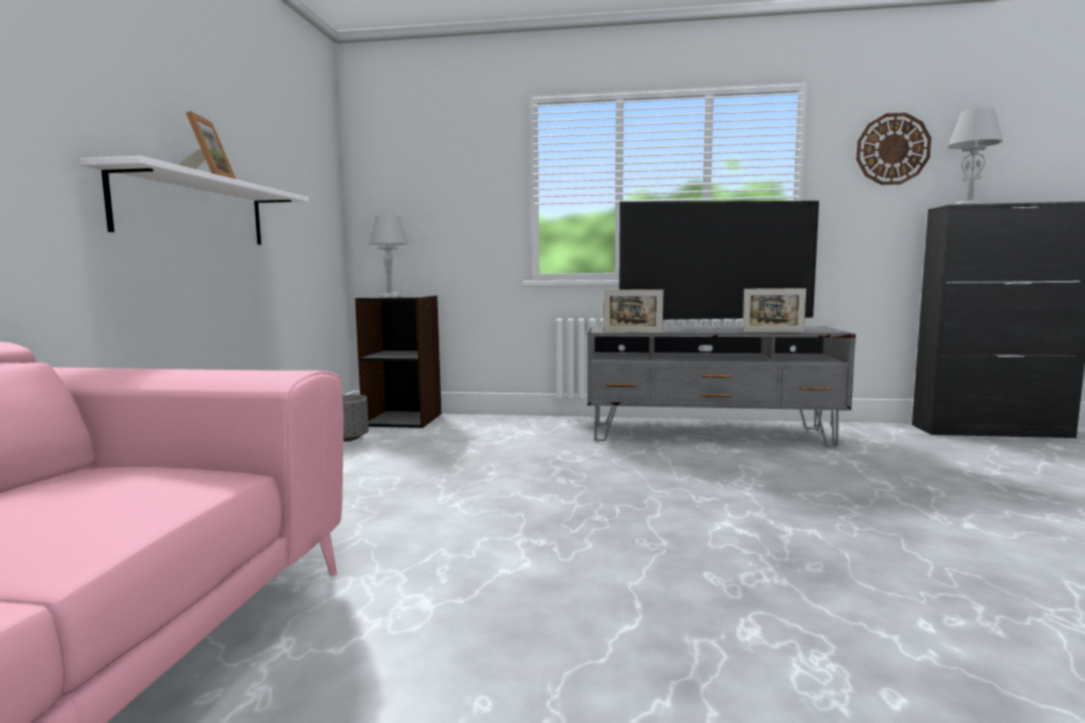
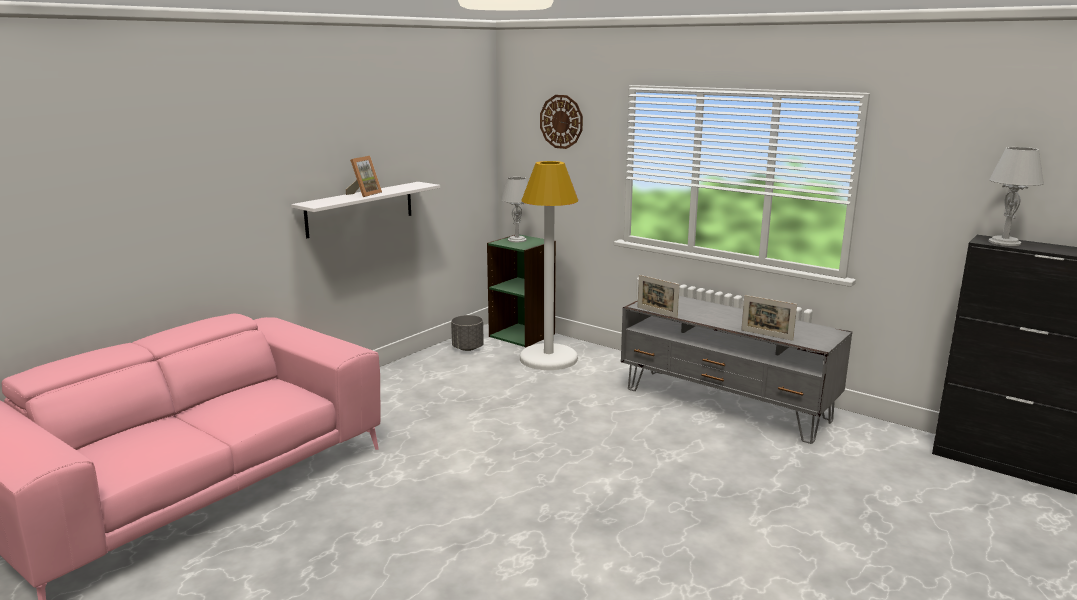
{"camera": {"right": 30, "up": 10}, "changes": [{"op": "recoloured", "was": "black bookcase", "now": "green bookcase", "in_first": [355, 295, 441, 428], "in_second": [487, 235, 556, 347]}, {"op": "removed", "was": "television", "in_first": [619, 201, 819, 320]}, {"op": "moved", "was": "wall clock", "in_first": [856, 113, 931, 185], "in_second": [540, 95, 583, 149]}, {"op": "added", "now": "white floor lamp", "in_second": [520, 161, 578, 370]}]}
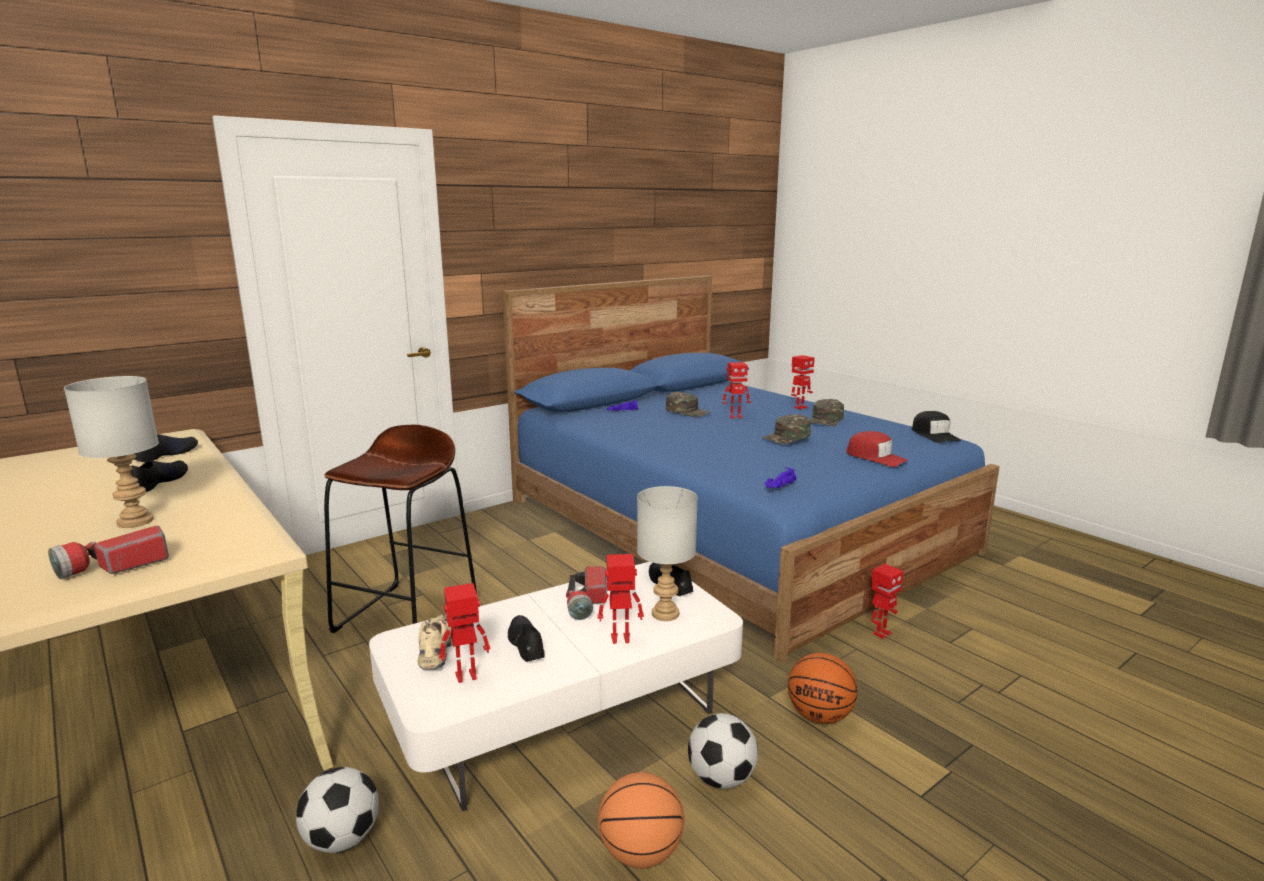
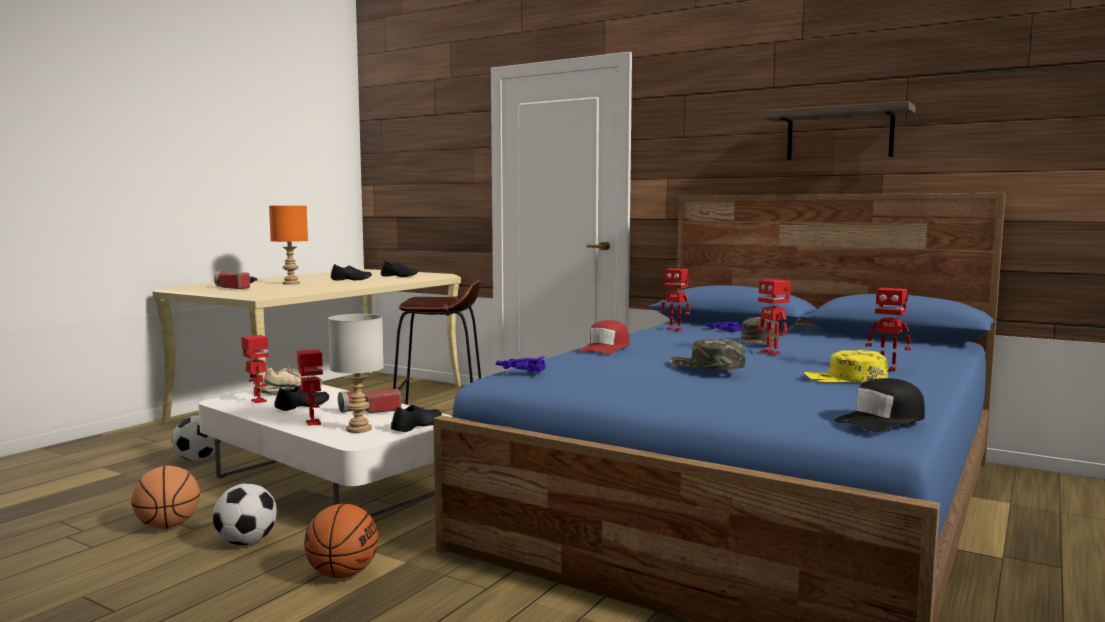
{"camera": {"right": 70, "up": -10}, "changes": [{"op": "recoloured", "was": "grey table lamp", "now": "orange table lamp", "in_first": [64, 376, 159, 528], "in_second": [269, 206, 308, 285]}, {"op": "recoloured", "was": "green cap", "now": "yellow cap", "in_first": [810, 399, 844, 426], "in_second": [804, 350, 888, 383]}, {"op": "moved", "was": "red cap", "in_first": [846, 431, 908, 467], "in_second": [580, 320, 630, 354]}, {"op": "moved", "was": "toy robot", "in_first": [871, 564, 904, 639], "in_second": [659, 269, 690, 331]}, {"op": "added", "now": "shelf", "in_second": [761, 101, 916, 160]}]}
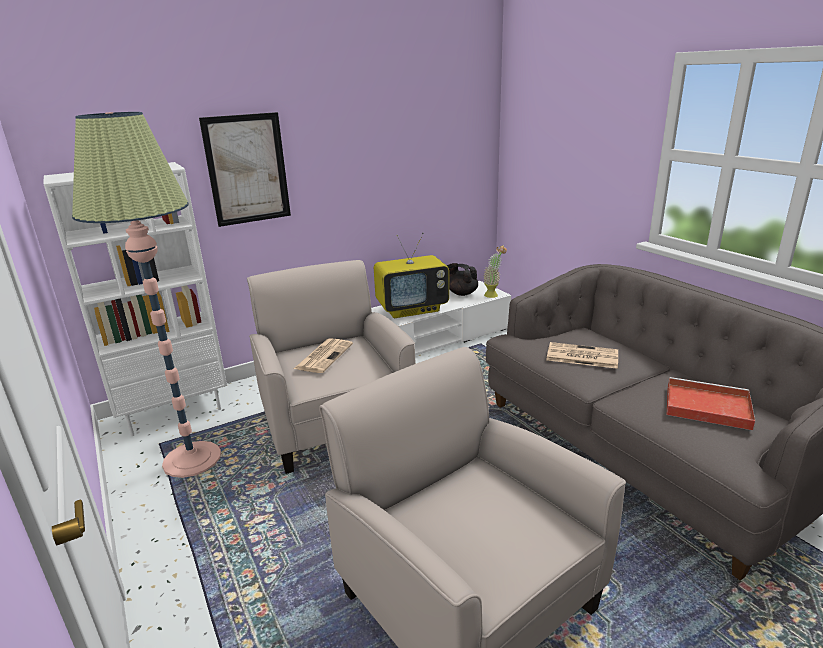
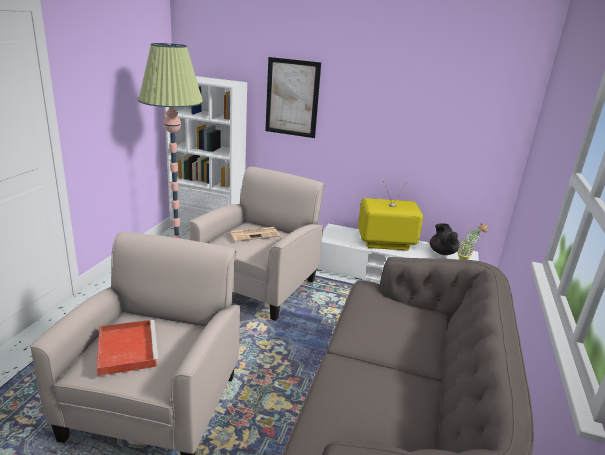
{"camera": {"right": 45, "up": 0}, "changes": [{"op": "turned", "was": "television", "in_first": [374, 233, 449, 318], "in_second": [358, 181, 423, 251], "clockwise": 150}, {"op": "removed", "was": "newspaper", "in_first": [546, 342, 618, 369]}, {"op": "moved", "was": "red tray", "in_first": [667, 377, 755, 430], "in_second": [97, 320, 158, 376]}]}
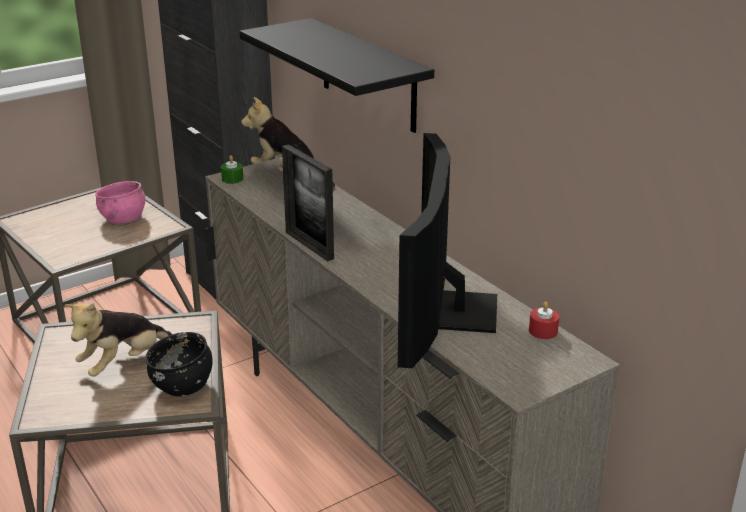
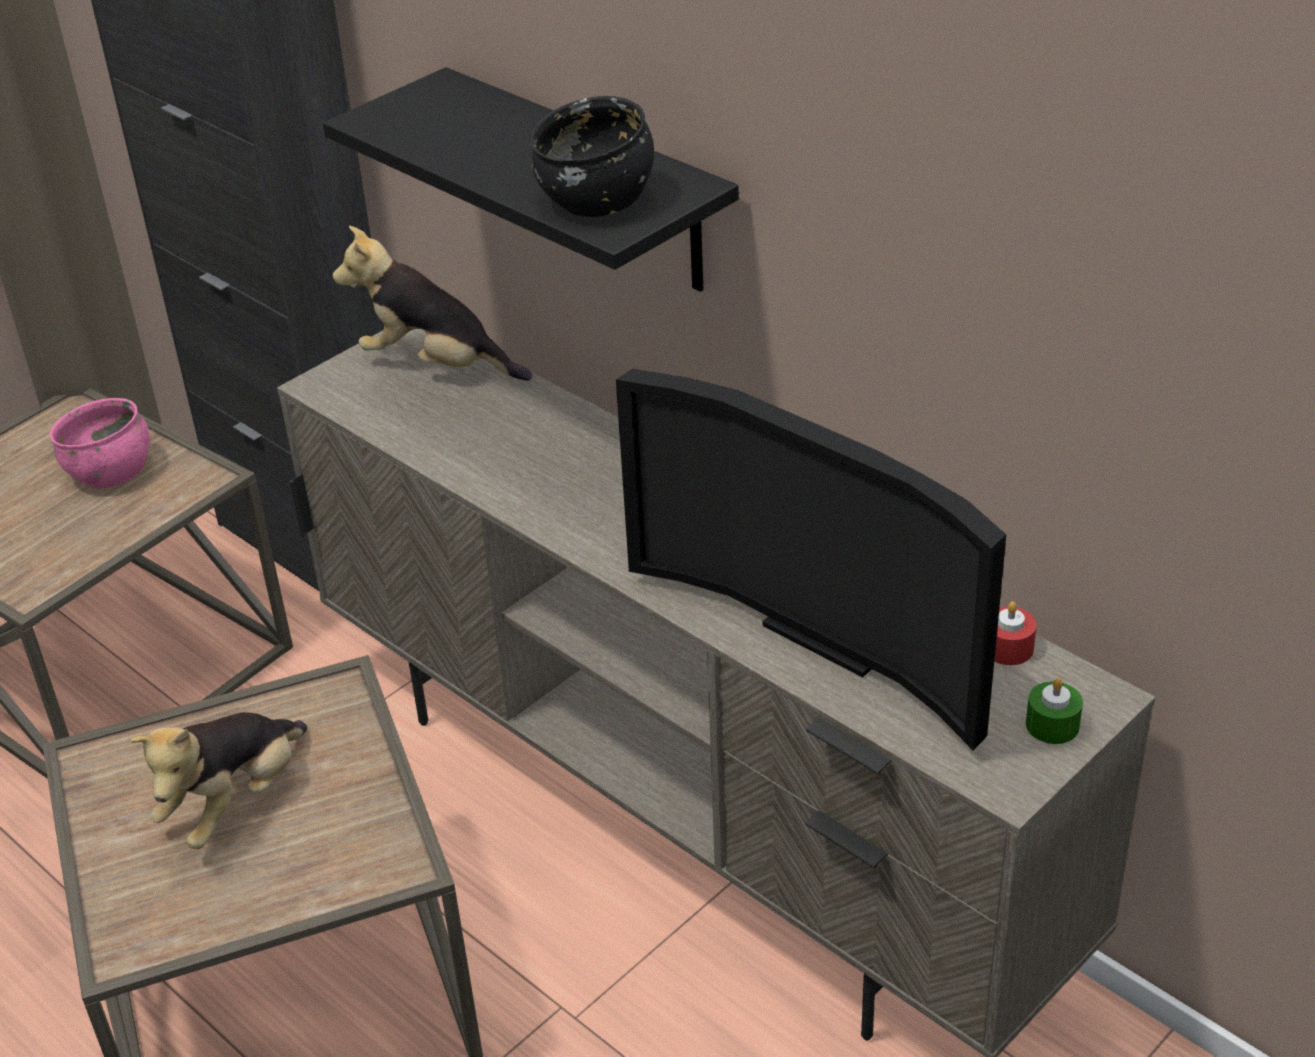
{"camera": {"right": -10, "up": 10}, "changes": [{"op": "moved", "was": "black bowl", "in_first": [145, 332, 213, 396], "in_second": [530, 96, 654, 217]}, {"op": "moved", "was": "green candle", "in_first": [221, 155, 243, 184], "in_second": [1026, 678, 1083, 744]}, {"op": "removed", "was": "picture frame", "in_first": [282, 144, 334, 261]}, {"op": "turned", "was": "television", "in_first": [398, 133, 497, 368], "in_second": [616, 369, 1006, 750], "clockwise": -45}]}
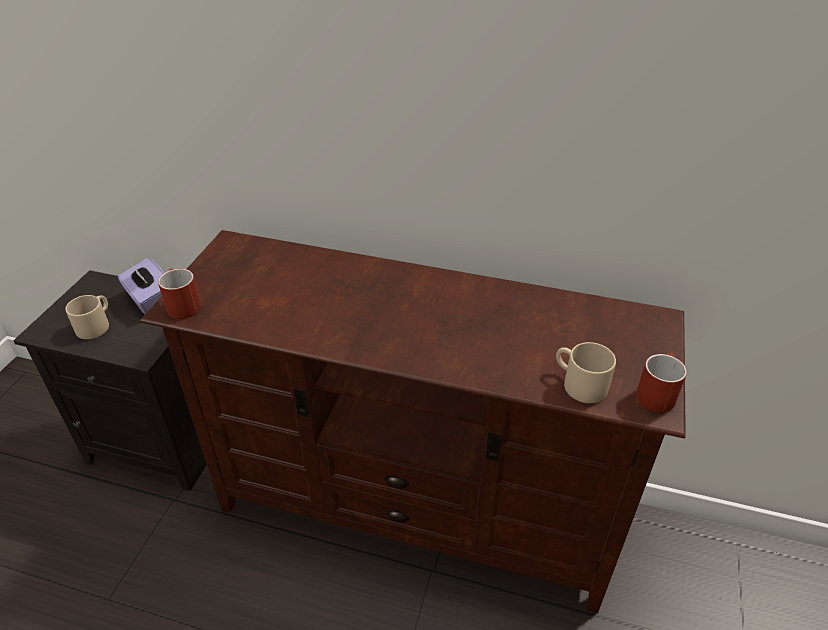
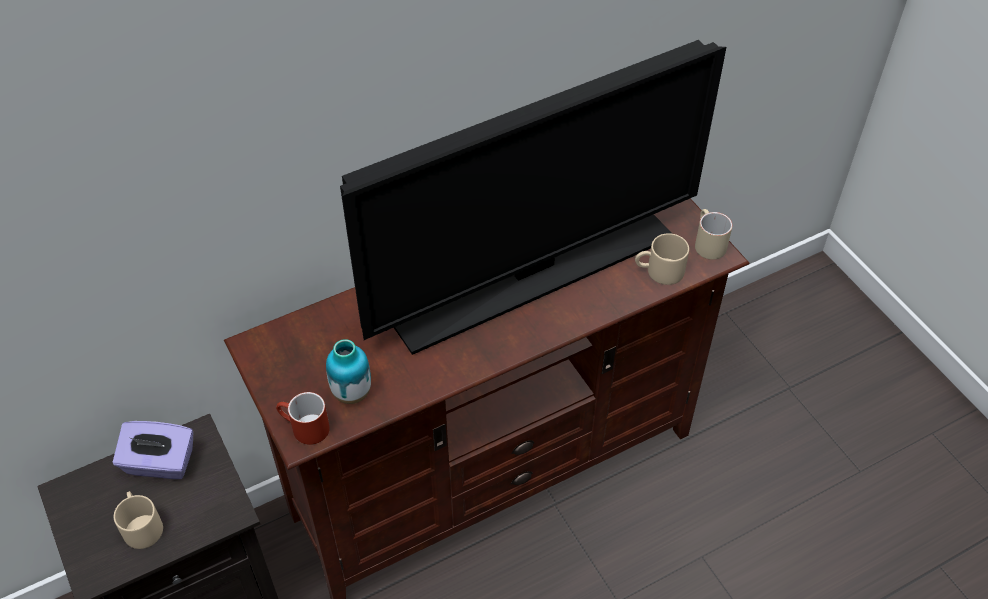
{"camera": {"right": -45, "up": 10}, "changes": [{"op": "recoloured", "was": "red mug", "now": "beige mug", "in_first": [636, 353, 687, 413], "in_second": [695, 209, 733, 260]}, {"op": "added", "now": "vase", "in_second": [326, 339, 371, 404]}, {"op": "added", "now": "television", "in_second": [340, 40, 726, 355]}]}
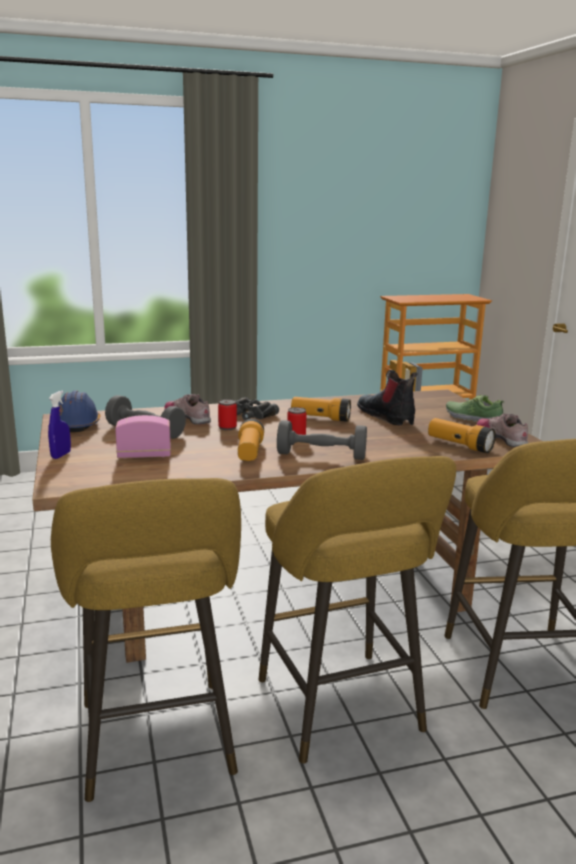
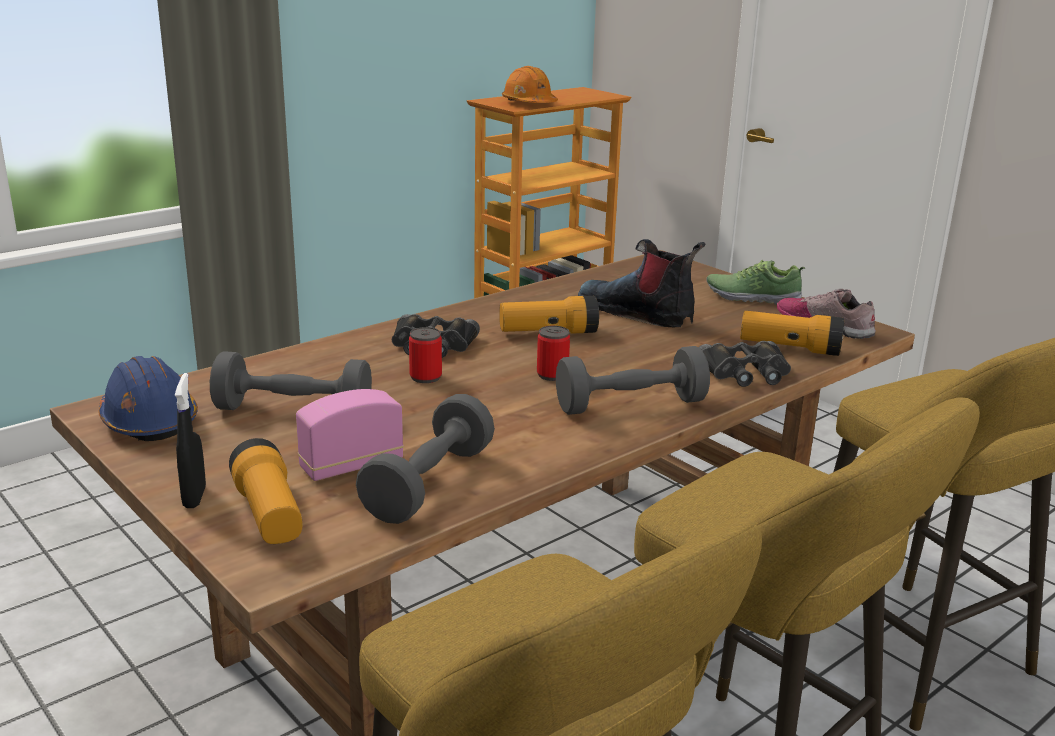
{"camera": {"right": -25, "up": 5}, "changes": [{"op": "recoloured", "was": "blue spray bottle", "now": "black spray bottle", "in_first": [48, 391, 71, 459], "in_second": [175, 373, 206, 508]}, {"op": "removed", "was": "shoe", "in_first": [165, 394, 211, 424]}, {"op": "moved", "was": "flashlight", "in_first": [238, 419, 264, 461], "in_second": [229, 438, 303, 544]}, {"op": "added", "now": "grey dumbbell", "in_second": [356, 394, 495, 524]}, {"op": "added", "now": "orange hard hat", "in_second": [502, 66, 558, 103]}, {"op": "added", "now": "black binoculars", "in_second": [699, 341, 791, 387]}]}
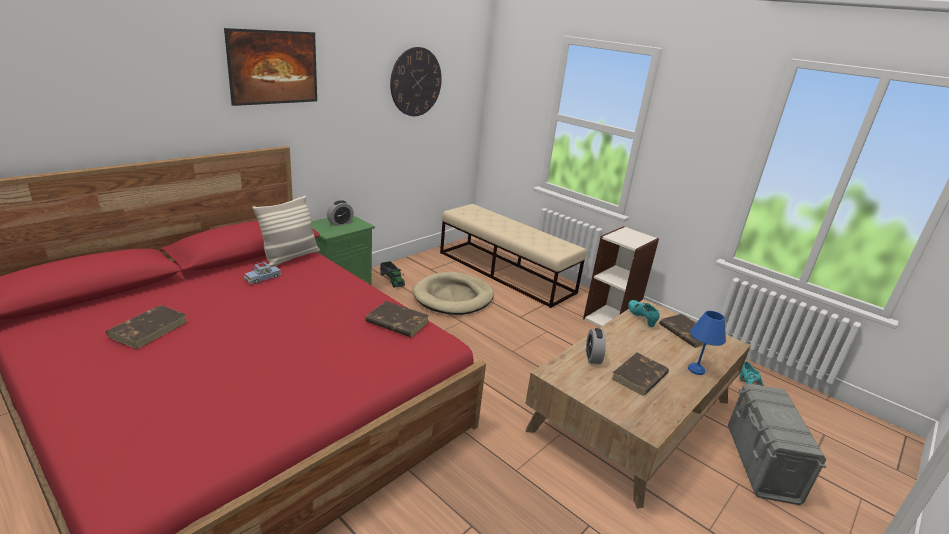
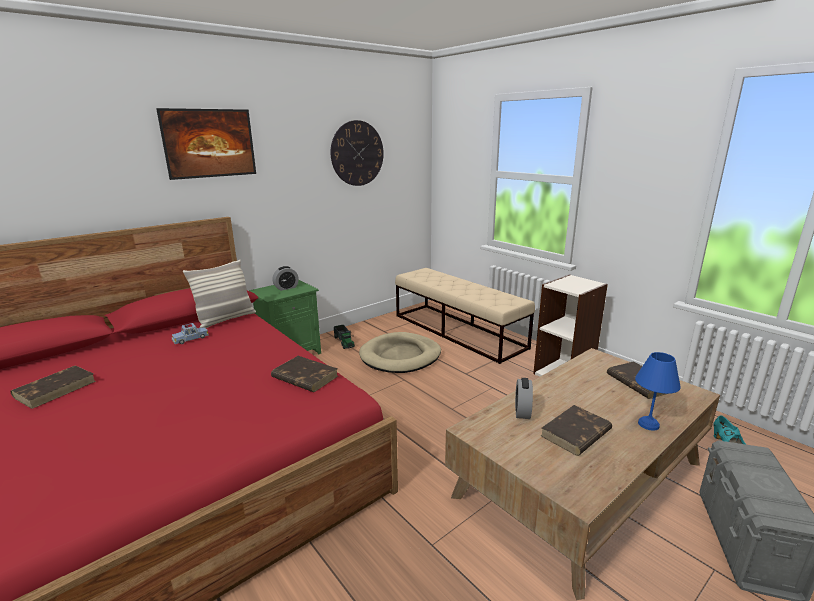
{"camera": {"right": 10, "up": -5}, "changes": [{"op": "removed", "was": "turquoise shoe", "in_first": [628, 300, 660, 327]}]}
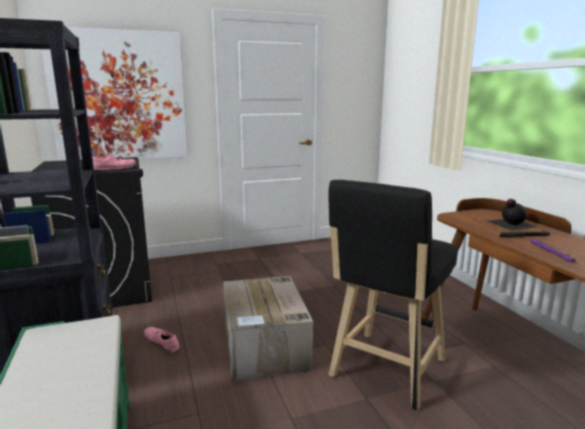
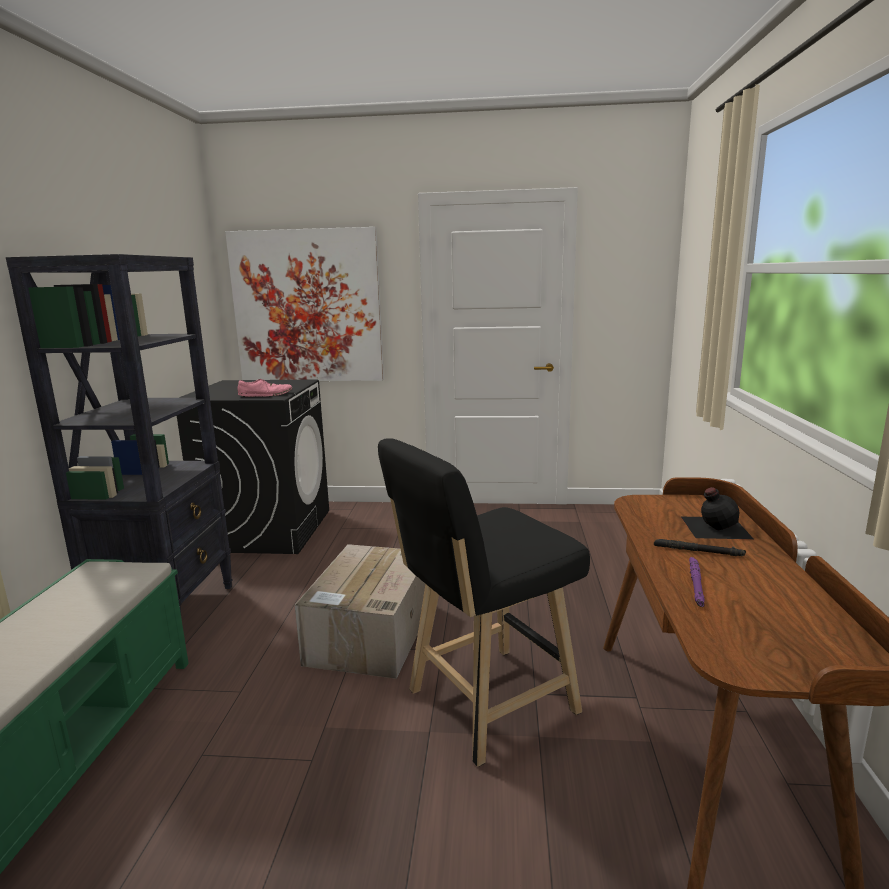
{"camera": {"right": 25, "up": 0}, "changes": [{"op": "removed", "was": "pink shoe", "in_first": [144, 327, 179, 353]}]}
